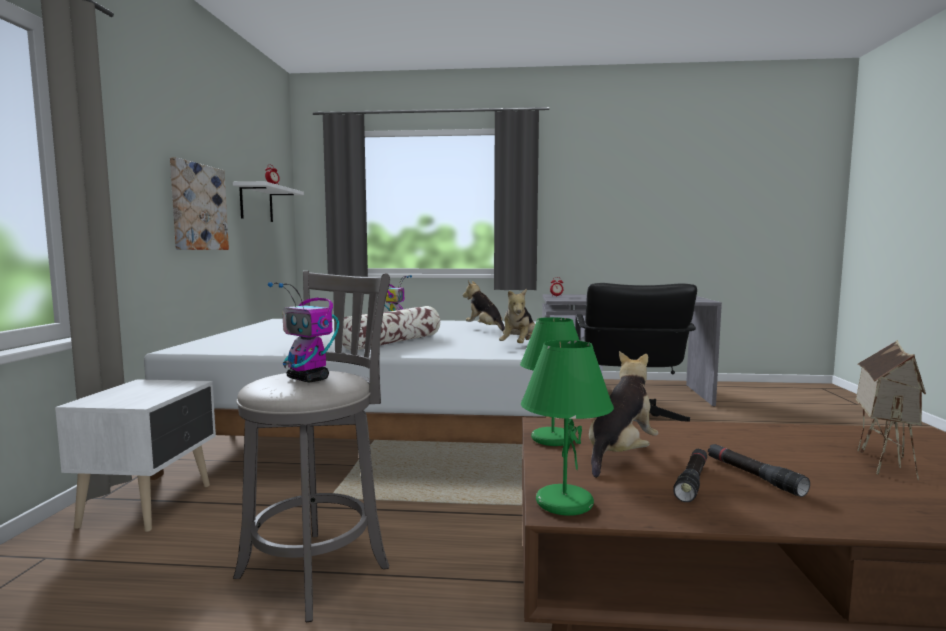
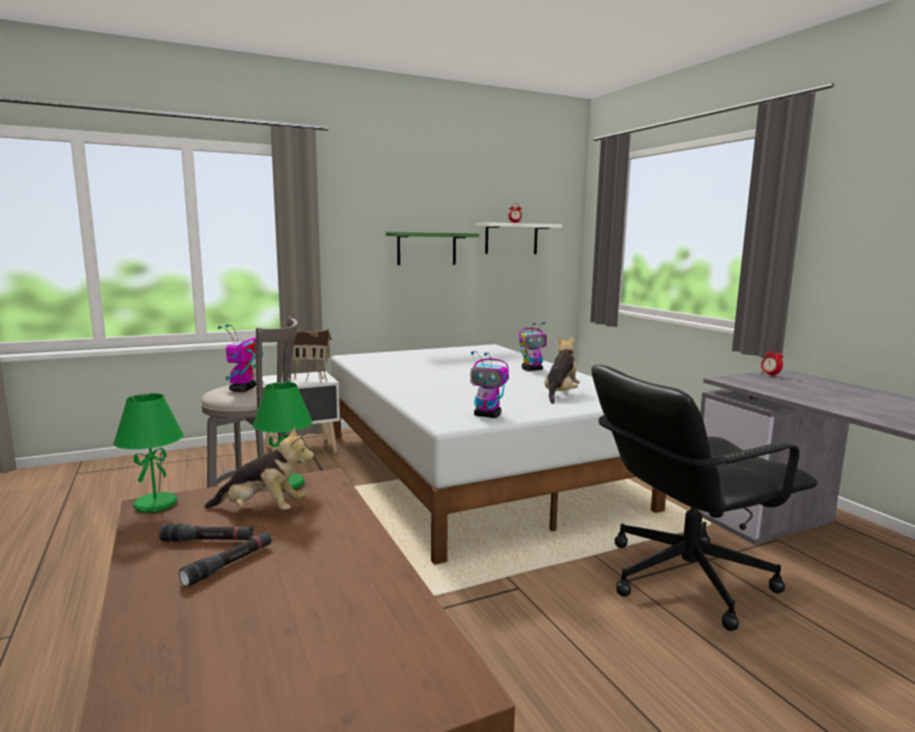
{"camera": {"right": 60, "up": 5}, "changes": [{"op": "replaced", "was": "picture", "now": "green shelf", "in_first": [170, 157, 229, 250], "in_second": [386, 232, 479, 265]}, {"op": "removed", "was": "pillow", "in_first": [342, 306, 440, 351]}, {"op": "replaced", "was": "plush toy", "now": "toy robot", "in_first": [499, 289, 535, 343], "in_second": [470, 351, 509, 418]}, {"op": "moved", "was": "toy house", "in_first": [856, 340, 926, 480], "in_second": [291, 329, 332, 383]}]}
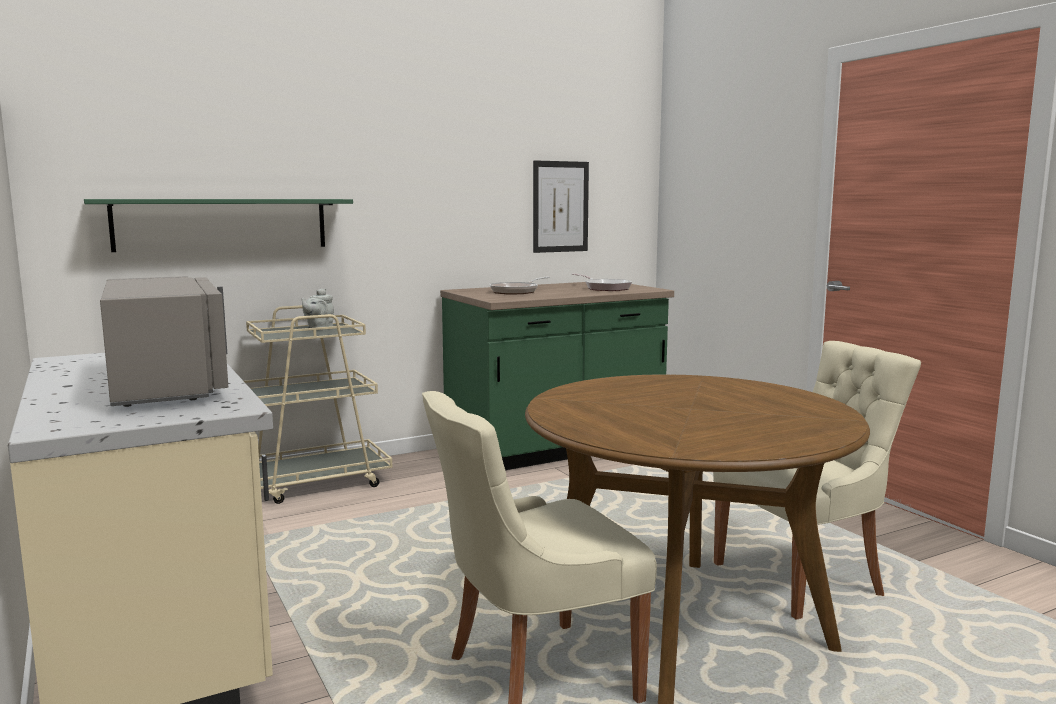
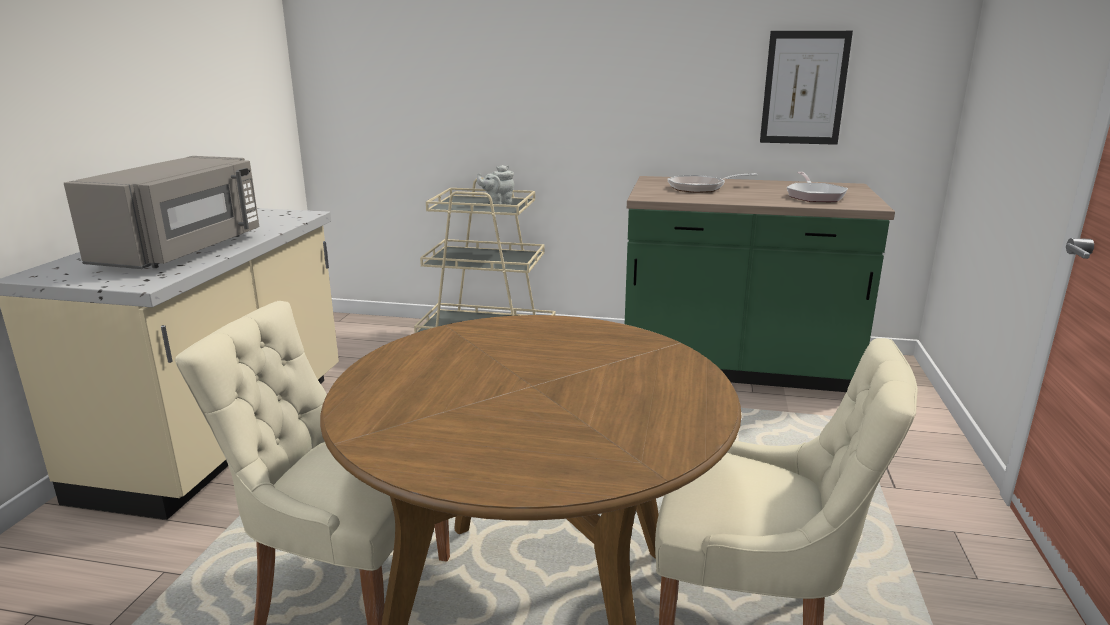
{"camera": {"right": 40, "up": 10}, "changes": [{"op": "removed", "was": "green shelf", "in_first": [84, 199, 353, 252]}]}
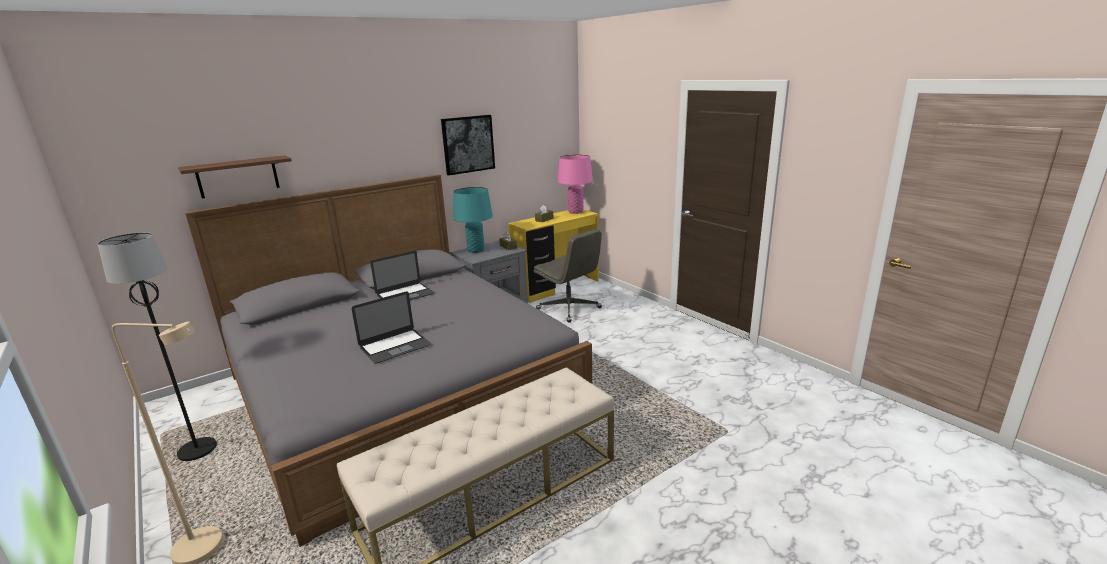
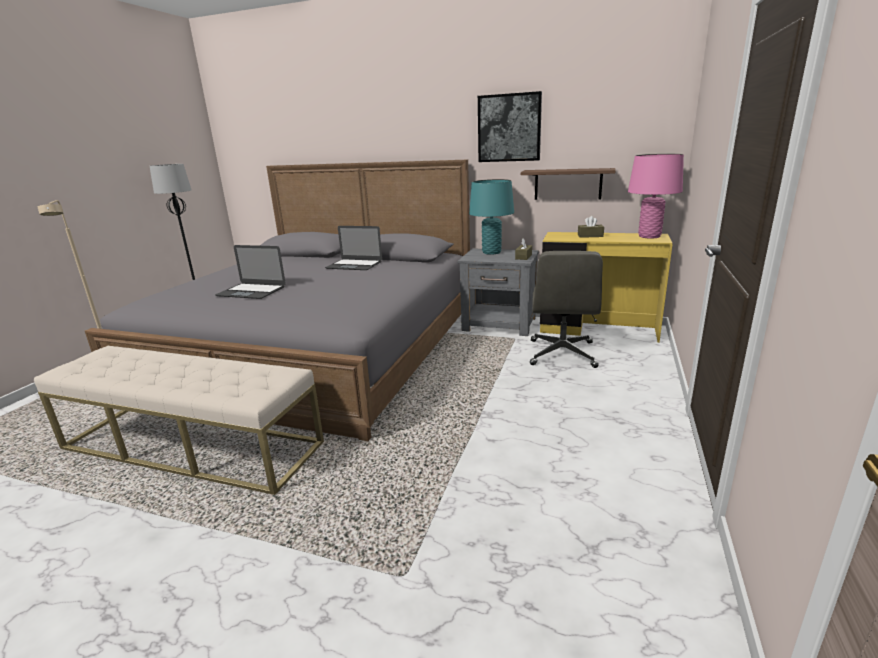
{"camera": {"right": 55, "up": 0}, "changes": [{"op": "moved", "was": "shelf", "in_first": [178, 155, 292, 198], "in_second": [521, 168, 616, 200]}]}
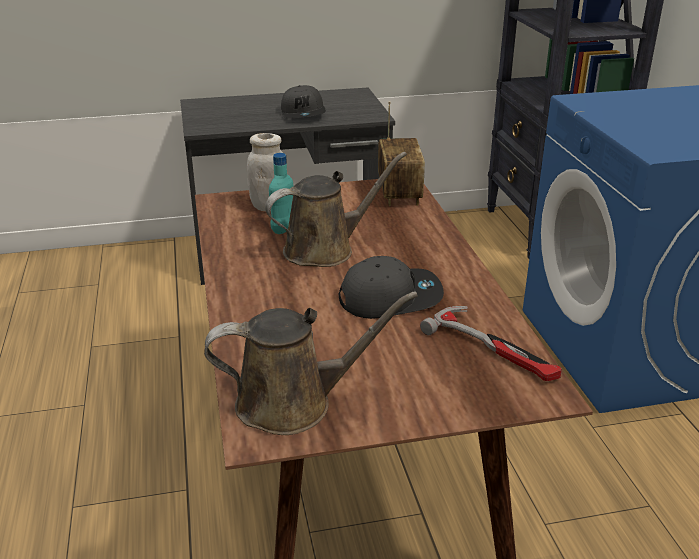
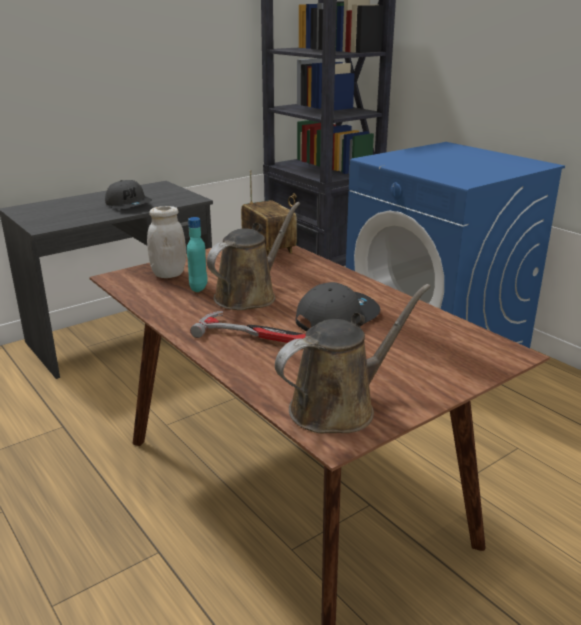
{"camera": {"right": -25, "up": -5}, "changes": [{"op": "moved", "was": "hammer", "in_first": [420, 306, 562, 381], "in_second": [190, 311, 306, 343]}]}
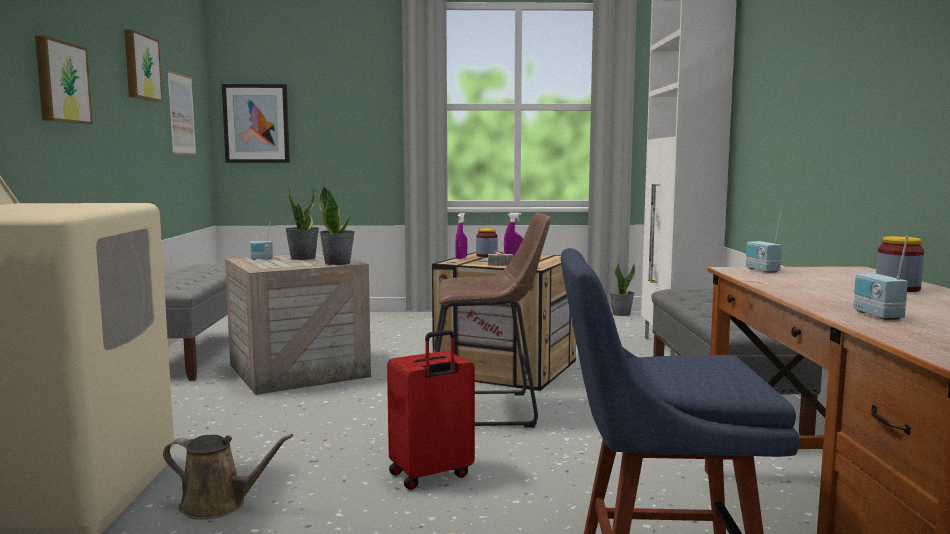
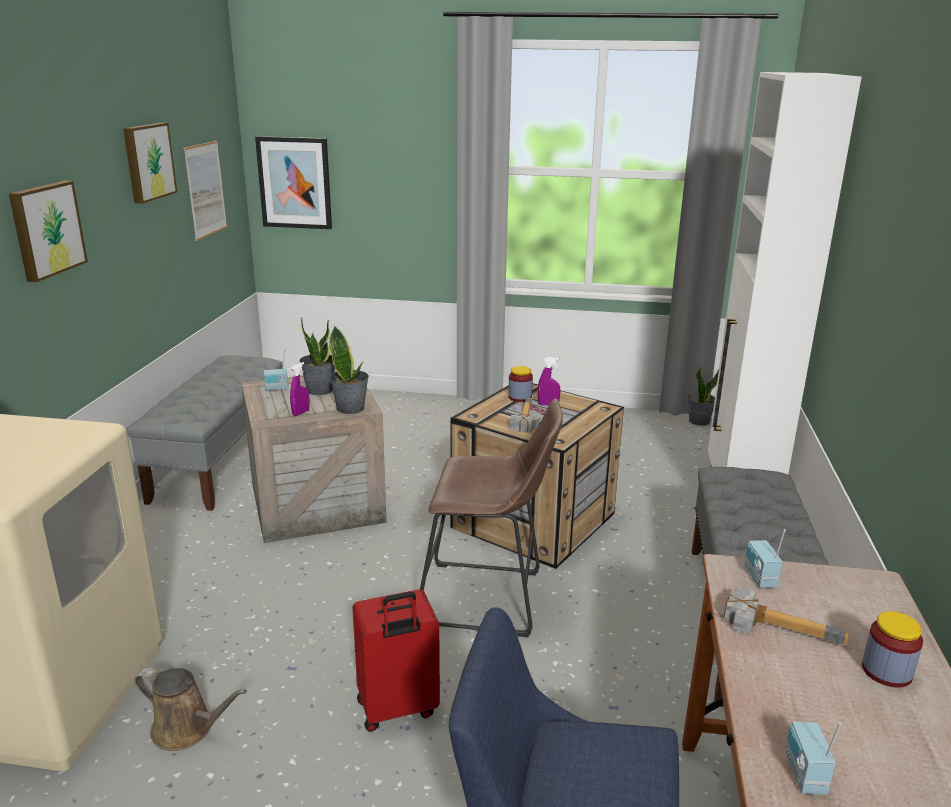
{"camera": {"right": 10, "up": 15}, "changes": [{"op": "moved", "was": "purple spray bottle", "in_first": [455, 213, 467, 259], "in_second": [290, 362, 310, 416]}, {"op": "added", "now": "hammer", "in_second": [724, 587, 849, 645]}]}
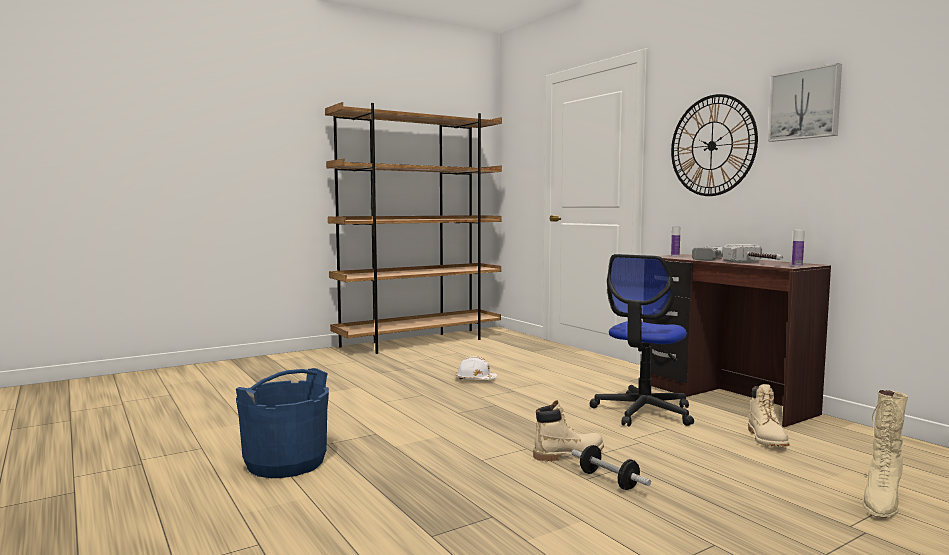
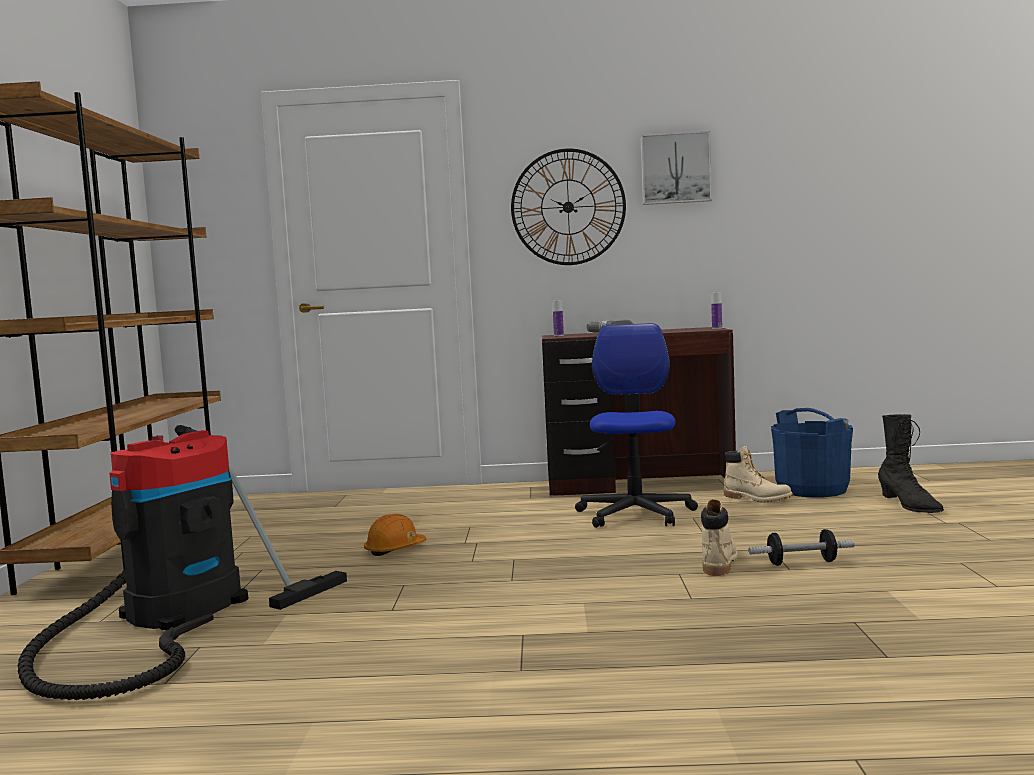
{"camera": {"right": -55, "up": 0}, "changes": [{"op": "moved", "was": "blue bucket", "in_first": [236, 368, 329, 478], "in_second": [771, 408, 853, 498]}, {"op": "recoloured", "was": "white hard hat", "now": "orange hard hat", "in_first": [456, 356, 497, 380], "in_second": [364, 514, 426, 556]}, {"op": "turned", "was": "office chair", "in_first": [589, 254, 694, 427], "in_second": [575, 323, 698, 528], "clockwise": -150}, {"op": "removed", "was": "hammer", "in_first": [723, 244, 783, 263]}, {"op": "recoloured", "was": "beige boot", "now": "black boot", "in_first": [863, 390, 908, 518], "in_second": [878, 414, 944, 513]}, {"op": "added", "now": "vacuum cleaner", "in_second": [17, 425, 347, 700]}]}
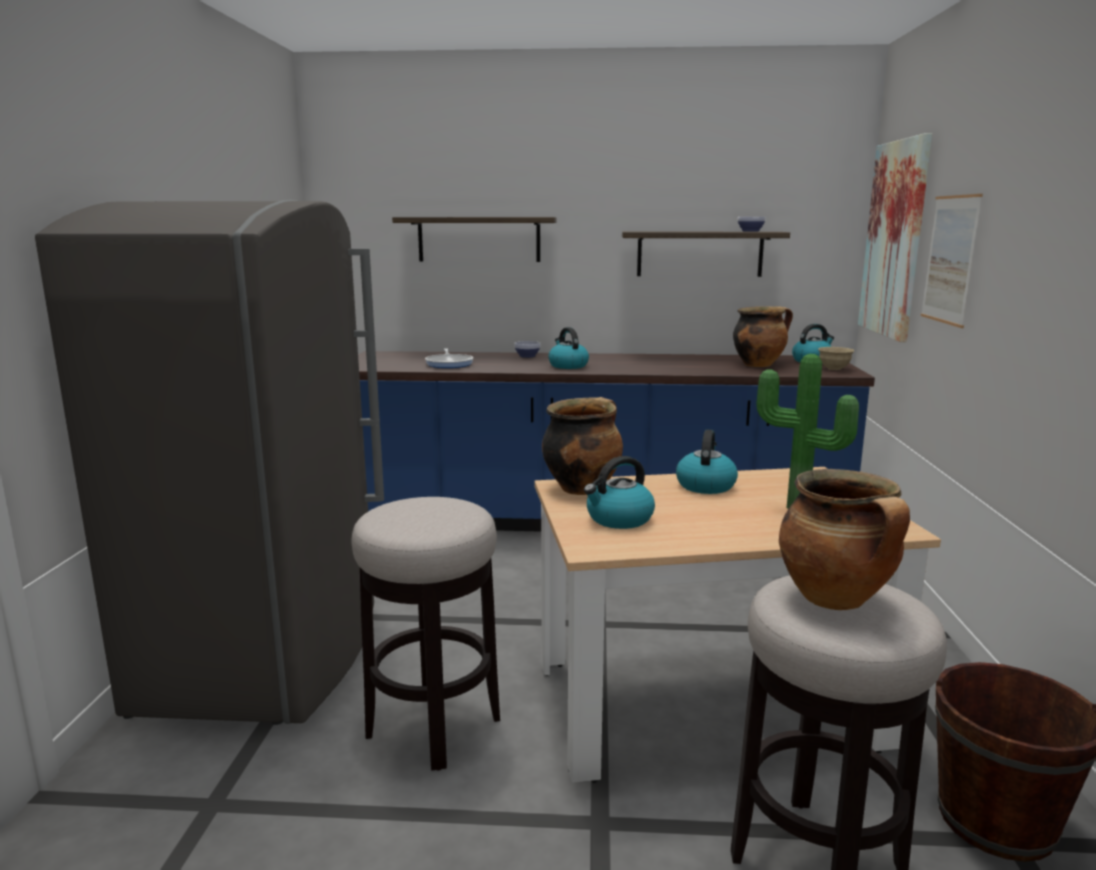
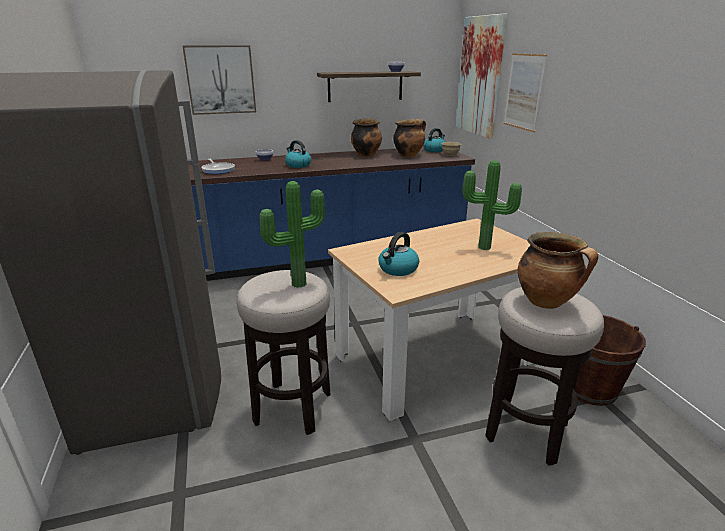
{"camera": {"right": -20, "up": 10}, "changes": [{"op": "replaced", "was": "shelf", "now": "picture", "in_first": [392, 217, 556, 262], "in_second": [182, 45, 256, 115]}, {"op": "moved", "was": "cooking pot", "in_first": [542, 397, 623, 495], "in_second": [351, 118, 382, 157]}, {"op": "removed", "was": "kettle", "in_first": [676, 430, 738, 494]}, {"op": "added", "now": "potted plant", "in_second": [260, 181, 325, 288]}]}
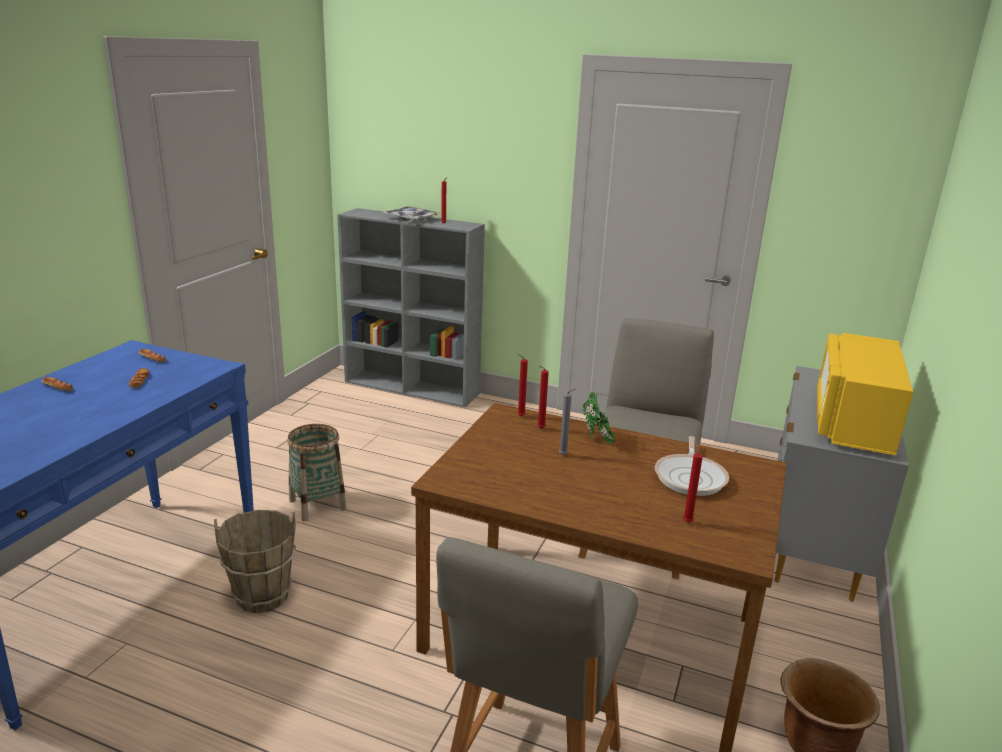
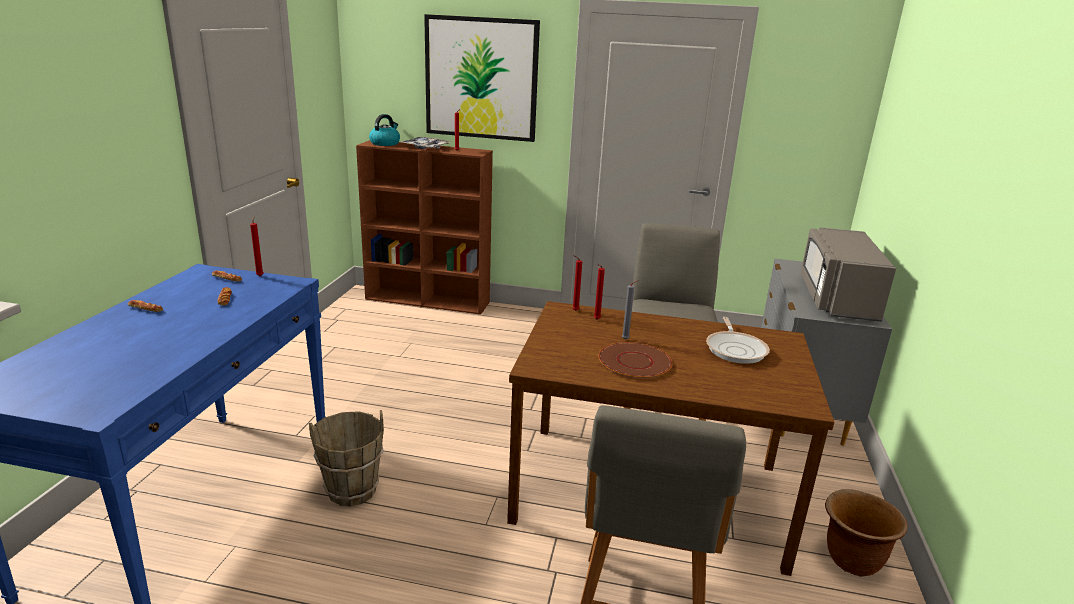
{"camera": {"right": -10, "up": 0}, "changes": [{"op": "removed", "was": "basket", "in_first": [287, 424, 347, 522]}, {"op": "recoloured", "was": "grey bookcase", "now": "brown bookcase", "in_first": [337, 208, 485, 407], "in_second": [356, 140, 493, 315]}, {"op": "removed", "was": "potted plant", "in_first": [583, 391, 615, 445]}, {"op": "moved", "was": "red candle", "in_first": [683, 443, 703, 523], "in_second": [250, 217, 264, 276]}, {"op": "recoloured", "was": "yellow microwave", "now": "grey microwave", "in_first": [817, 333, 913, 455], "in_second": [801, 227, 896, 322]}, {"op": "added", "now": "kettle", "in_second": [369, 114, 400, 146]}, {"op": "added", "now": "picture", "in_second": [424, 14, 540, 142]}, {"op": "added", "now": "brown plate", "in_second": [599, 342, 672, 379]}]}
